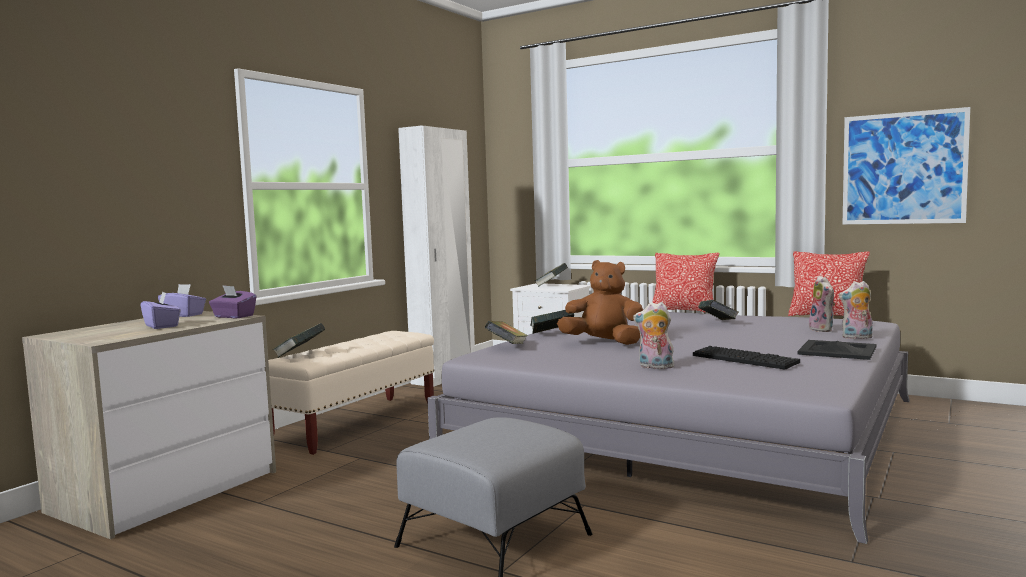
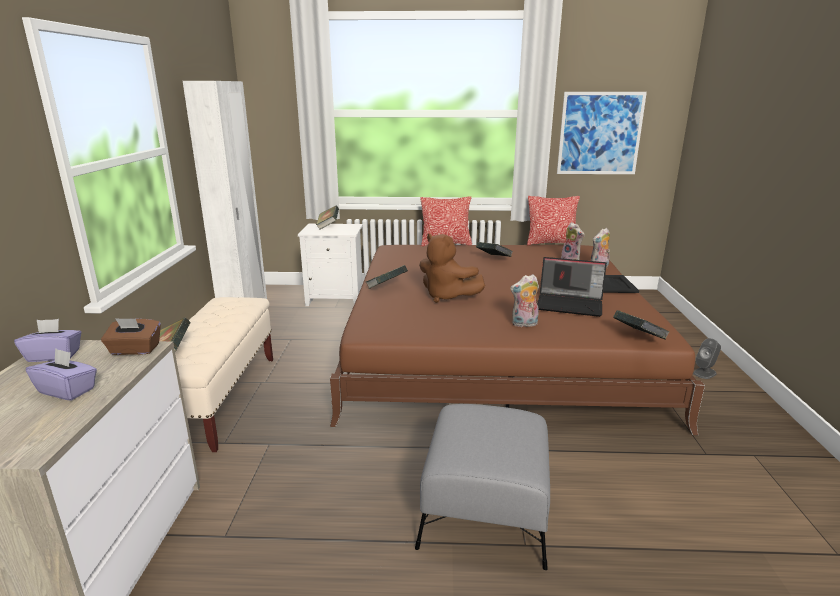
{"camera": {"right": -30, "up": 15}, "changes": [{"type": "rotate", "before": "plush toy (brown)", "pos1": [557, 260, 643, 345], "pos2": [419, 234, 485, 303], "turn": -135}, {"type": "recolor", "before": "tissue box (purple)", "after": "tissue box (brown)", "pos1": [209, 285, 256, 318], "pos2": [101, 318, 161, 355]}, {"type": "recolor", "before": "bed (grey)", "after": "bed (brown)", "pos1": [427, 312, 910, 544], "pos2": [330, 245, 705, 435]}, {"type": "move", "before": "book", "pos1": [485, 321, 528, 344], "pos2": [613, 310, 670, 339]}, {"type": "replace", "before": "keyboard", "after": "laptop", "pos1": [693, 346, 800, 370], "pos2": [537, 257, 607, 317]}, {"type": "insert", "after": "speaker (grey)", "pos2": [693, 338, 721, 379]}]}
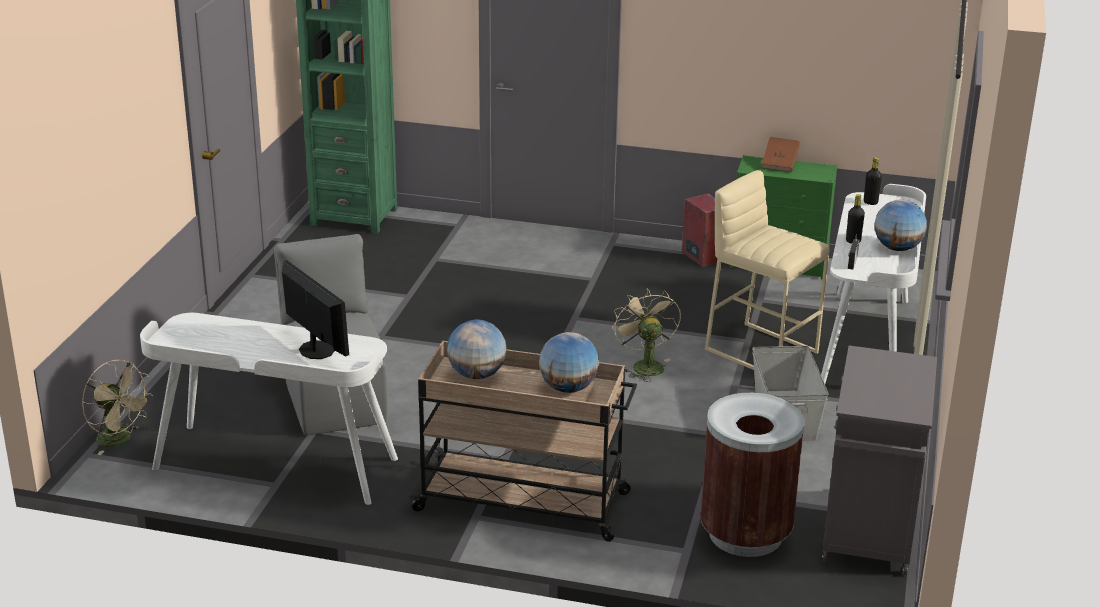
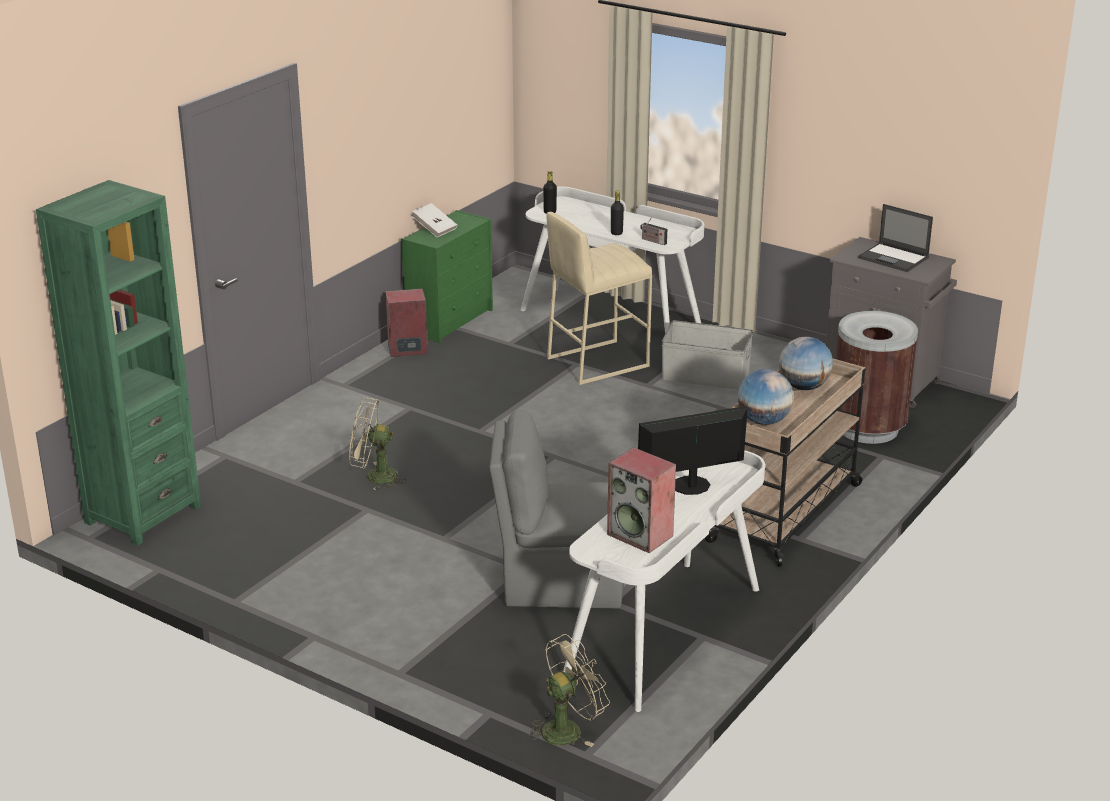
{"camera": {"right": -70, "up": 0}, "changes": [{"type": "recolor", "before": "book (brown)", "after": "book (white)", "pos1": [762, 137, 800, 172], "pos2": [411, 203, 457, 237]}, {"type": "delete", "before": "globe", "pos1": [874, 200, 927, 251]}, {"type": "move", "before": "fan (beige)", "pos1": [612, 288, 681, 382], "pos2": [349, 398, 406, 490]}, {"type": "insert", "after": "laptop", "pos2": [858, 204, 933, 272]}, {"type": "insert", "after": "speaker", "pos2": [607, 447, 676, 553]}]}
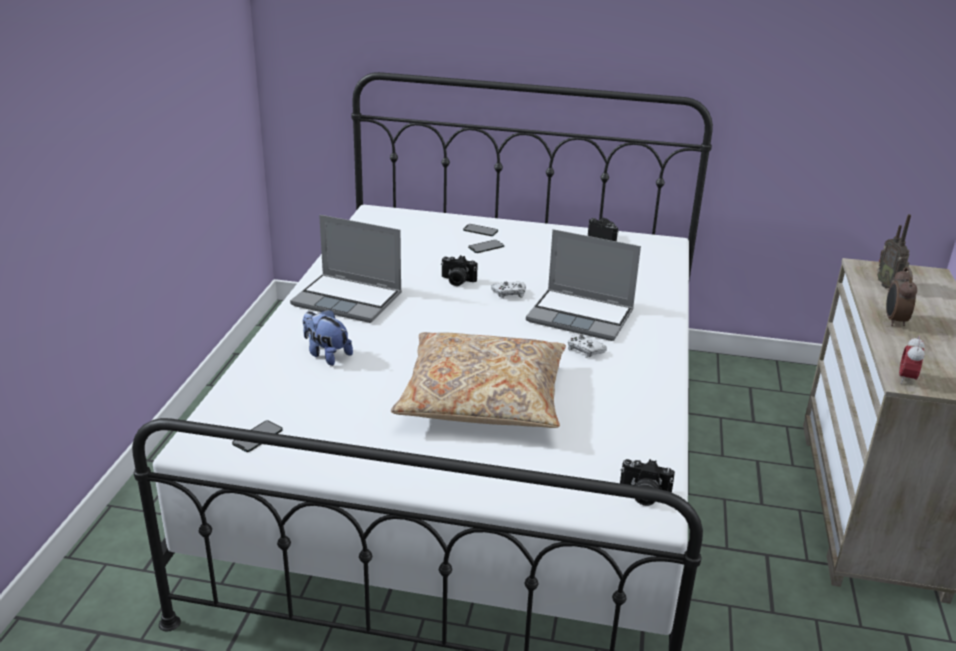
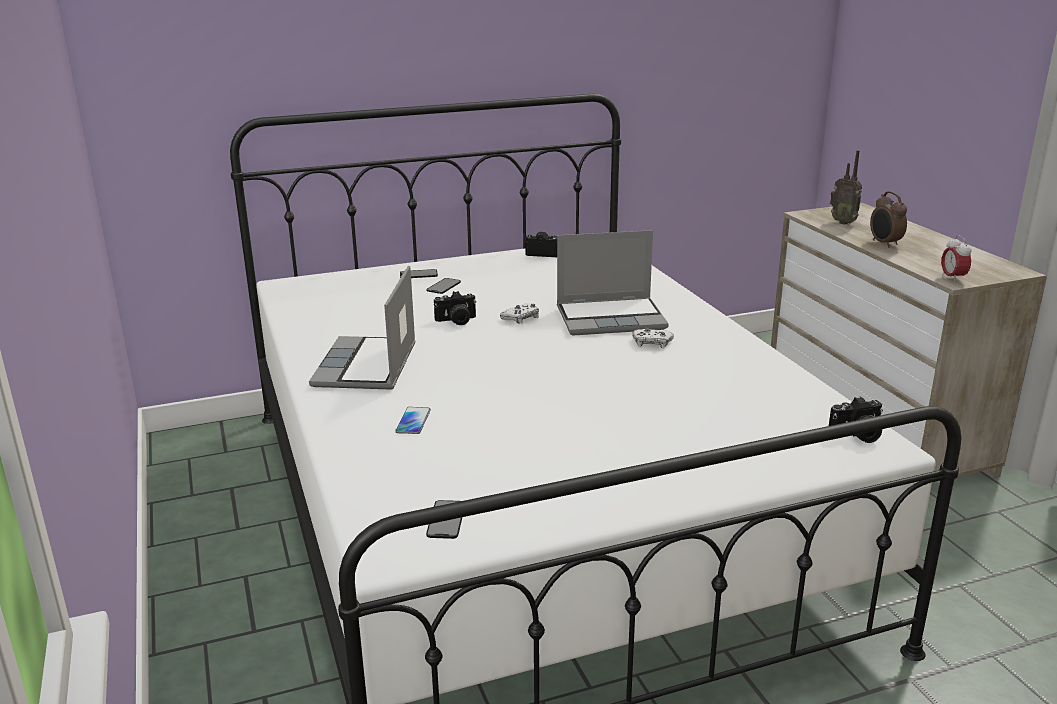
{"camera": {"right": -30, "up": -5}, "changes": [{"type": "rotate", "before": "laptop", "pos1": [290, 215, 402, 323], "pos2": [309, 266, 416, 390], "turn": 105}, {"type": "replace", "before": "plush toy", "after": "phone", "pos1": [303, 309, 353, 366], "pos2": [395, 407, 431, 434]}, {"type": "delete", "before": "pillow (beige)", "pos1": [391, 332, 566, 428]}]}
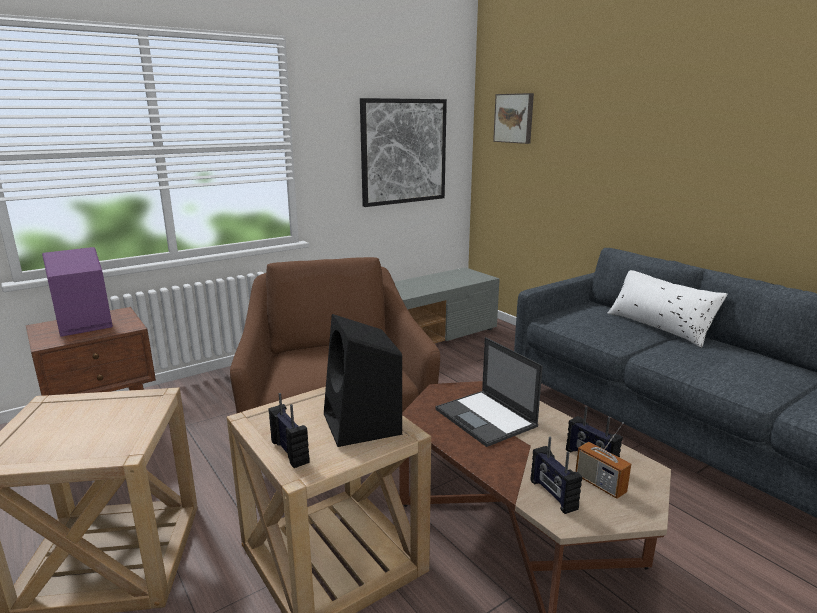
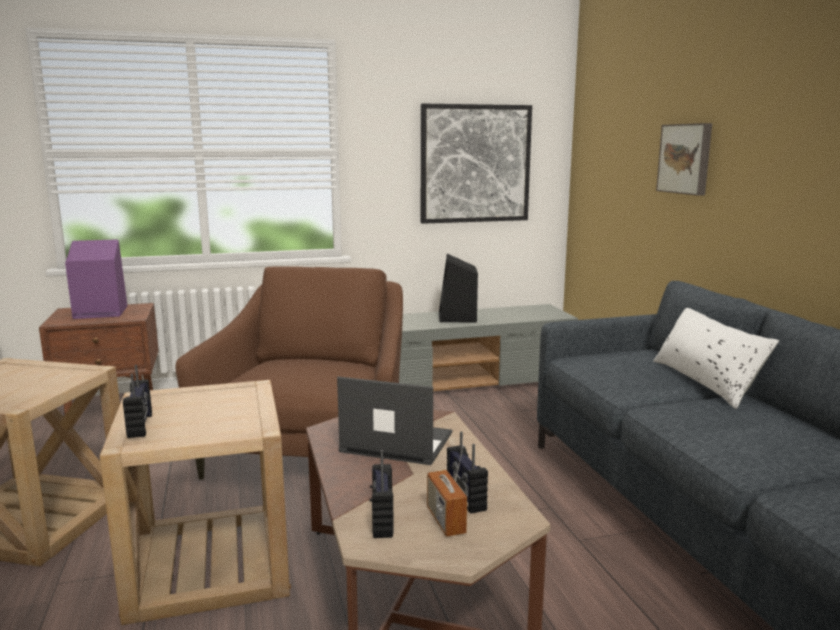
{"camera": {"right": 20, "up": -5}, "changes": [{"type": "move", "before": "picture", "pos1": [493, 93, 534, 144], "pos2": [656, 123, 712, 196]}, {"type": "move", "before": "speaker (black)", "pos1": [324, 314, 402, 447], "pos2": [439, 254, 478, 322]}, {"type": "rotate", "before": "laptop", "pos1": [435, 337, 543, 447], "pos2": [337, 376, 452, 465], "turn": 120}]}
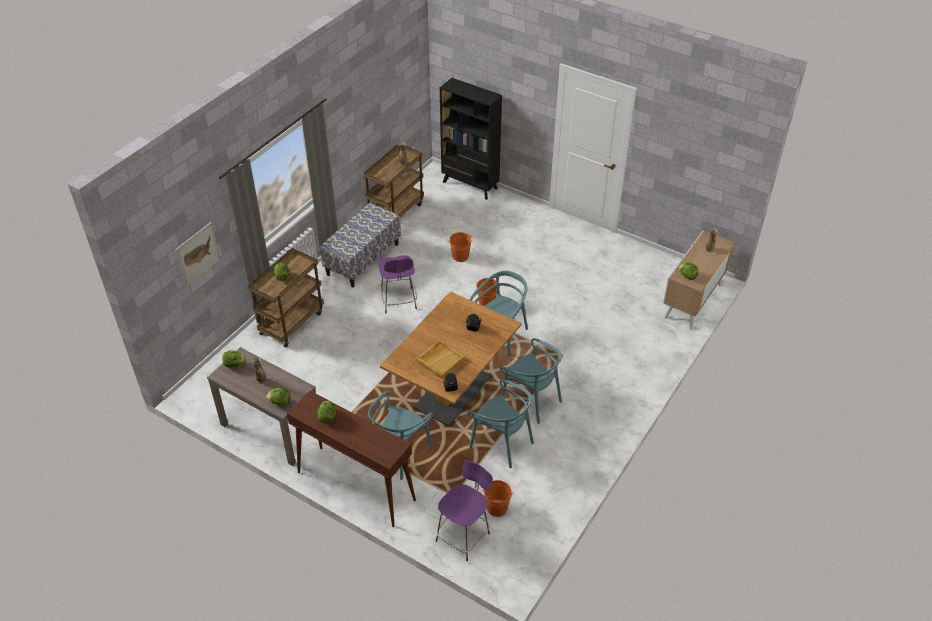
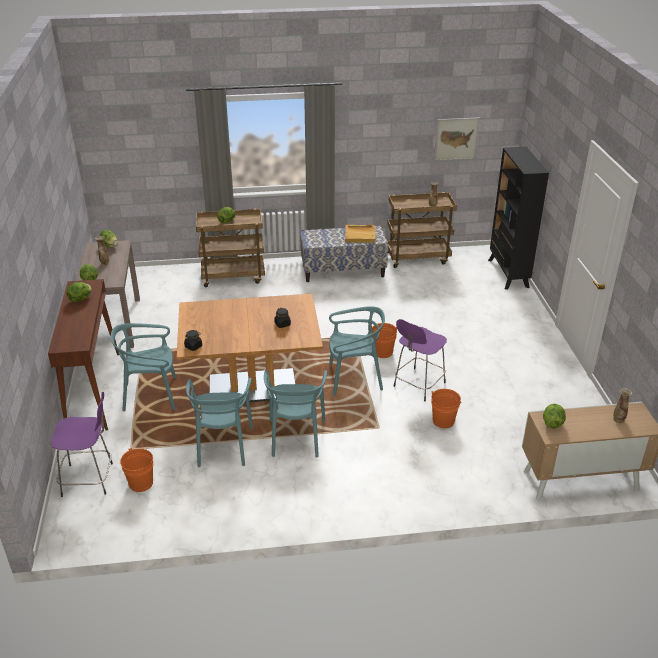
{"camera": {"right": 50, "up": -10}, "changes": [{"type": "move", "before": "picture", "pos1": [175, 222, 220, 287], "pos2": [434, 117, 480, 161]}, {"type": "move", "before": "bucket (orange)", "pos1": [449, 232, 472, 262], "pos2": [431, 389, 462, 428]}, {"type": "move", "before": "stool (purple)", "pos1": [379, 255, 417, 313], "pos2": [394, 319, 447, 401]}, {"type": "move", "before": "tray (beige)", "pos1": [416, 340, 465, 379], "pos2": [345, 225, 375, 243]}]}
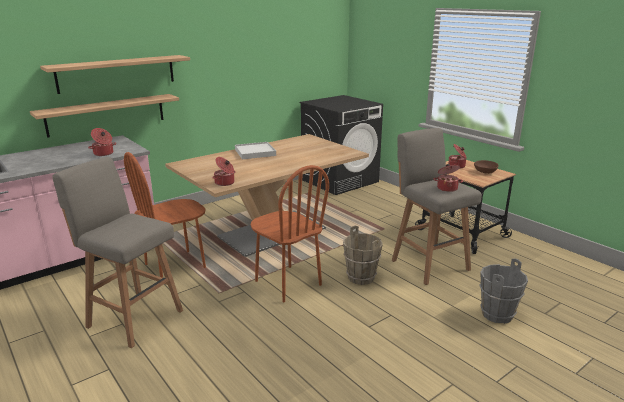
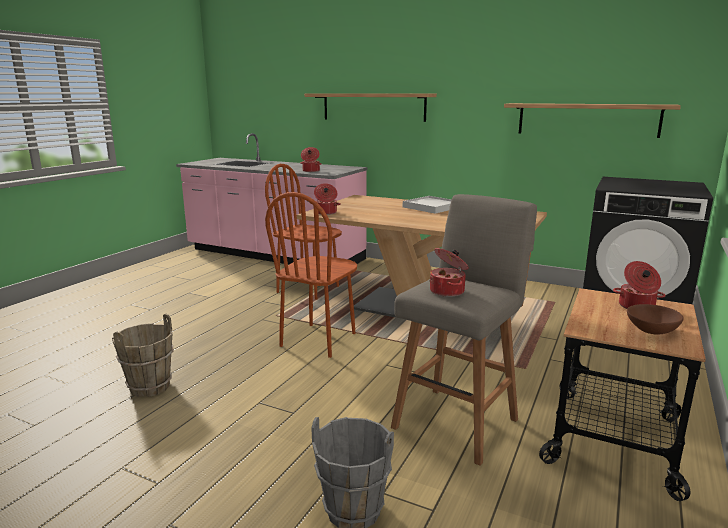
{"camera": {"right": 65, "up": -5}, "changes": [{"type": "move", "before": "shelf", "pos1": [30, 94, 179, 138], "pos2": [504, 103, 681, 138]}, {"type": "delete", "before": "stool (grey)", "pos1": [52, 157, 183, 348]}, {"type": "move", "before": "bucket (brown)", "pos1": [343, 226, 383, 285], "pos2": [112, 314, 173, 397]}]}
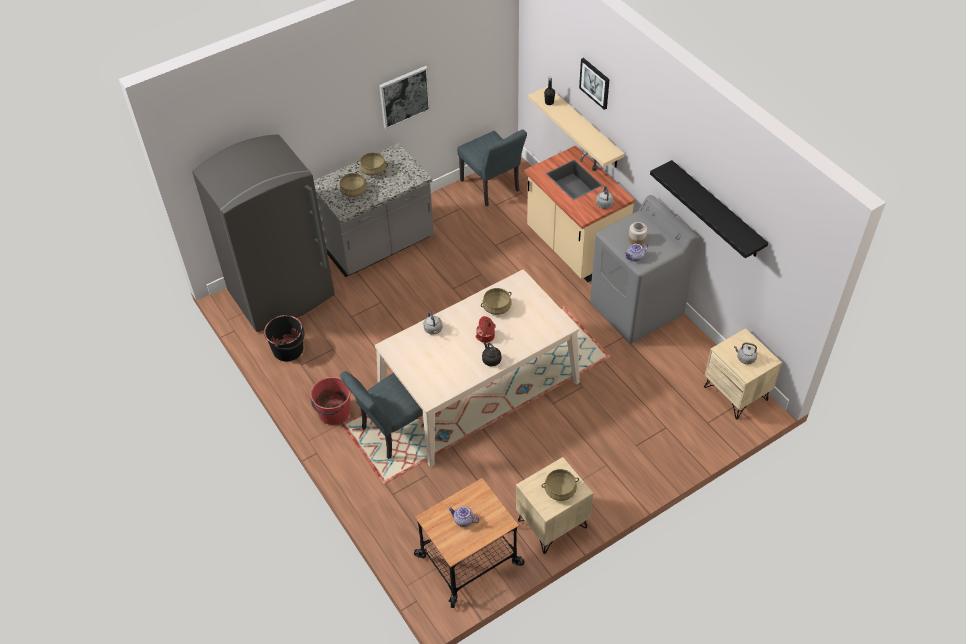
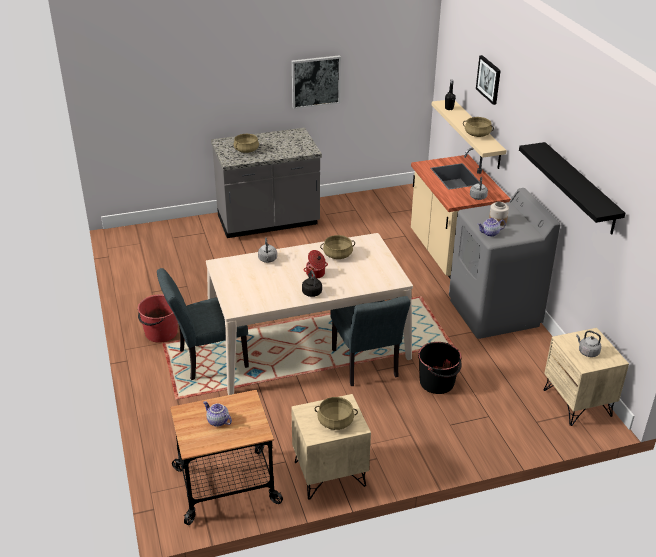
{"camera": {"right": 15, "up": -15}, "changes": [{"type": "move", "before": "chair (grey)", "pos1": [457, 129, 527, 206], "pos2": [330, 296, 410, 386]}, {"type": "delete", "before": "fridge (grey)", "pos1": [192, 134, 335, 332]}, {"type": "move", "before": "cooking pot (beige)", "pos1": [357, 152, 388, 176], "pos2": [463, 117, 494, 137]}, {"type": "move", "before": "bucket (black)", "pos1": [264, 315, 305, 362], "pos2": [418, 342, 462, 394]}]}
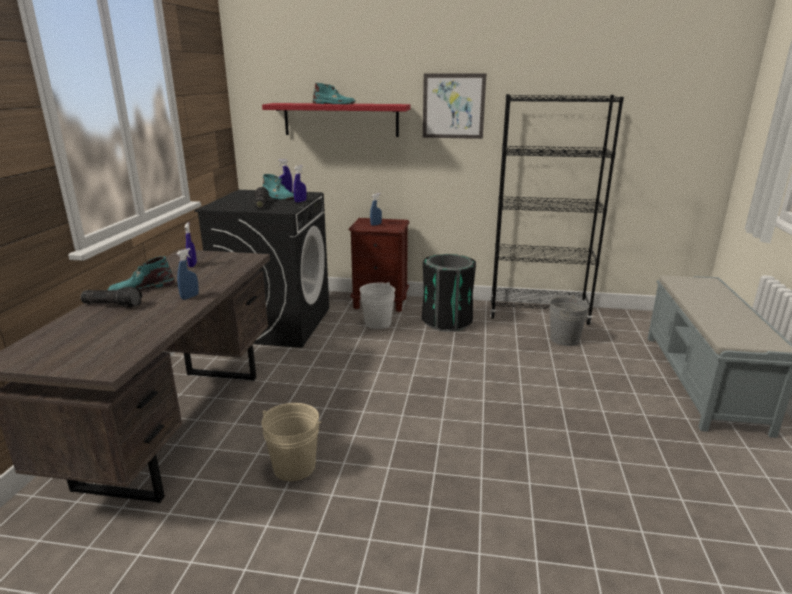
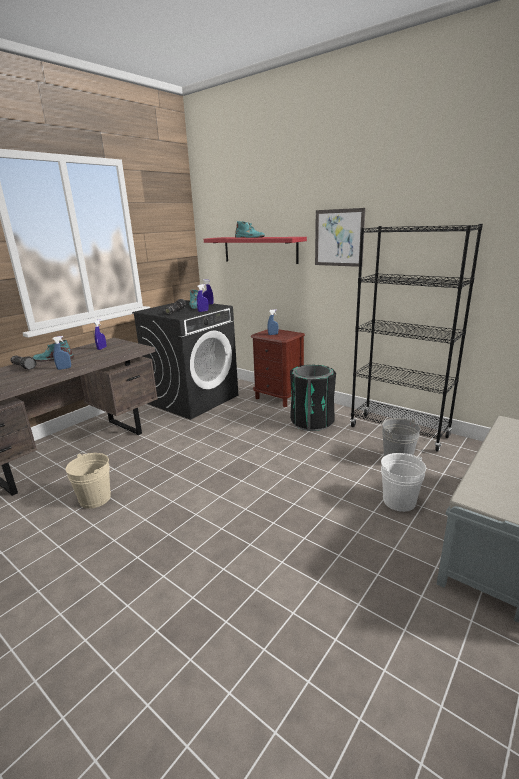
{"camera": {"right": 30, "up": 0}, "changes": [{"type": "move", "before": "bucket (white)", "pos1": [359, 282, 395, 329], "pos2": [381, 453, 426, 512]}]}
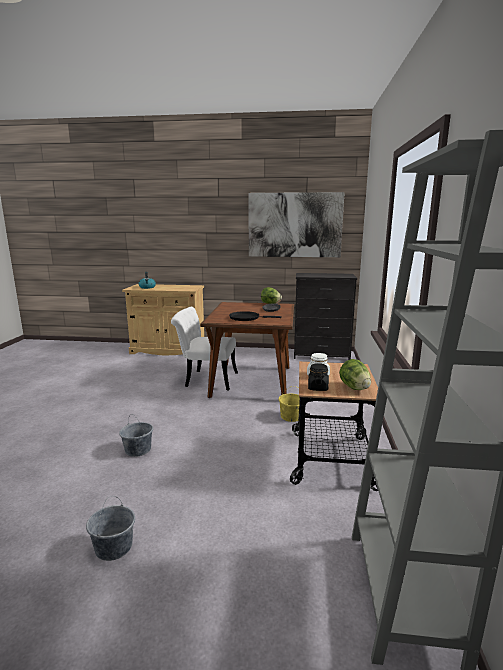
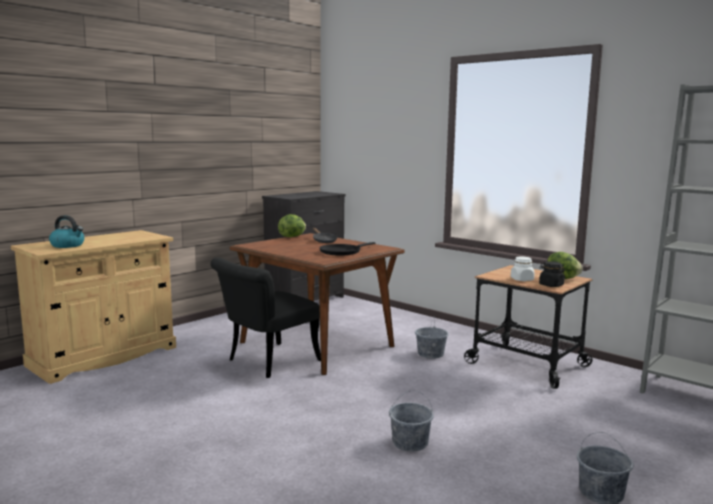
{"camera": {"right": -55, "up": -5}, "changes": [{"type": "delete", "before": "picture", "pos1": [249, 192, 345, 257]}, {"type": "recolor", "before": "chair (white)", "after": "chair (black)", "pos1": [171, 307, 238, 391], "pos2": [210, 257, 321, 378]}, {"type": "recolor", "before": "bucket (yellow)", "after": "bucket (grey)", "pos1": [279, 386, 300, 422], "pos2": [415, 316, 449, 359]}]}
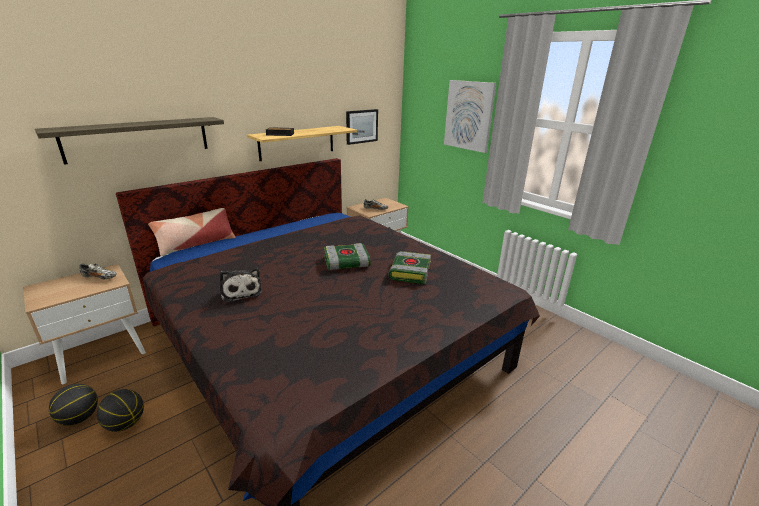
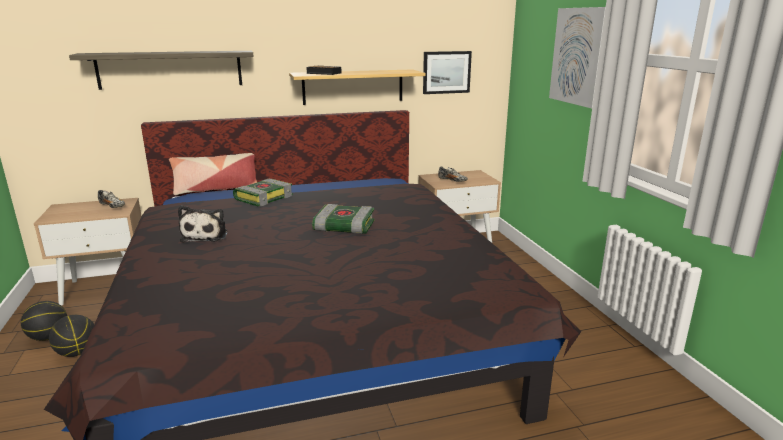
{"camera": {"right": 25, "up": -5}, "changes": [{"type": "move", "before": "book", "pos1": [388, 251, 431, 284], "pos2": [233, 179, 293, 207]}]}
